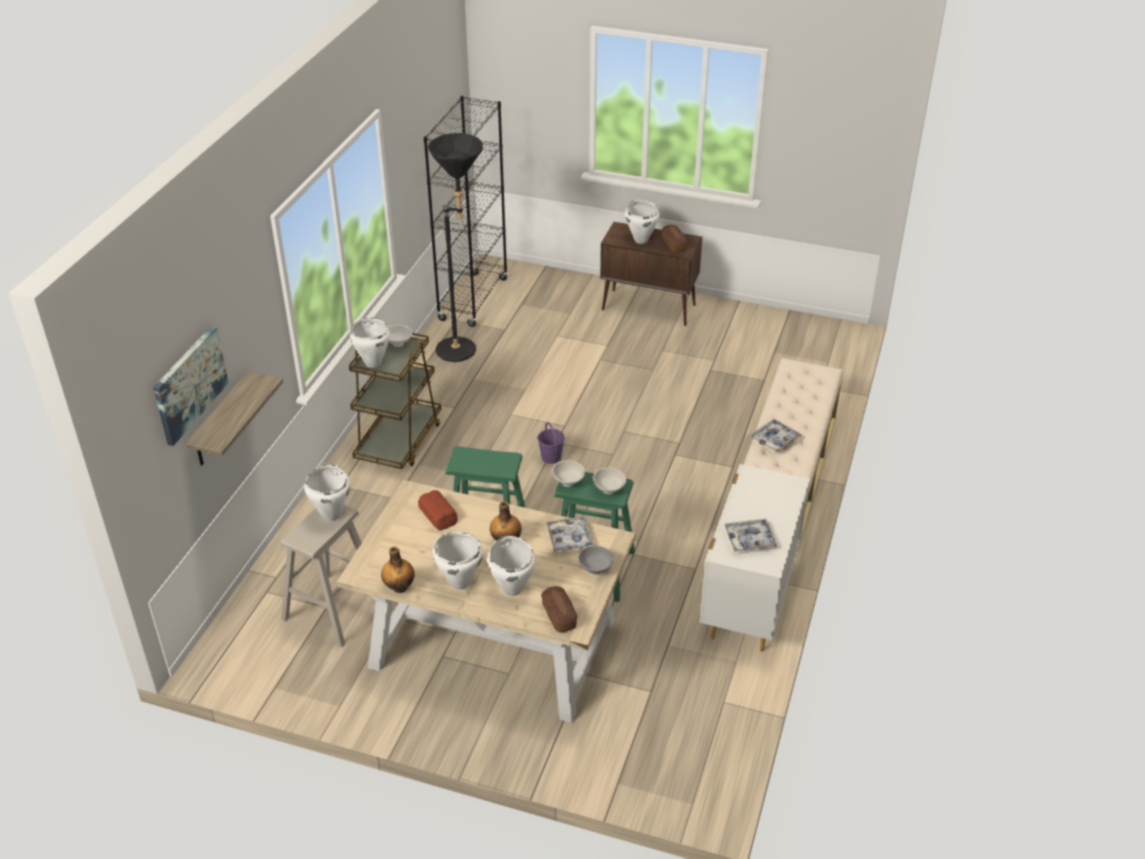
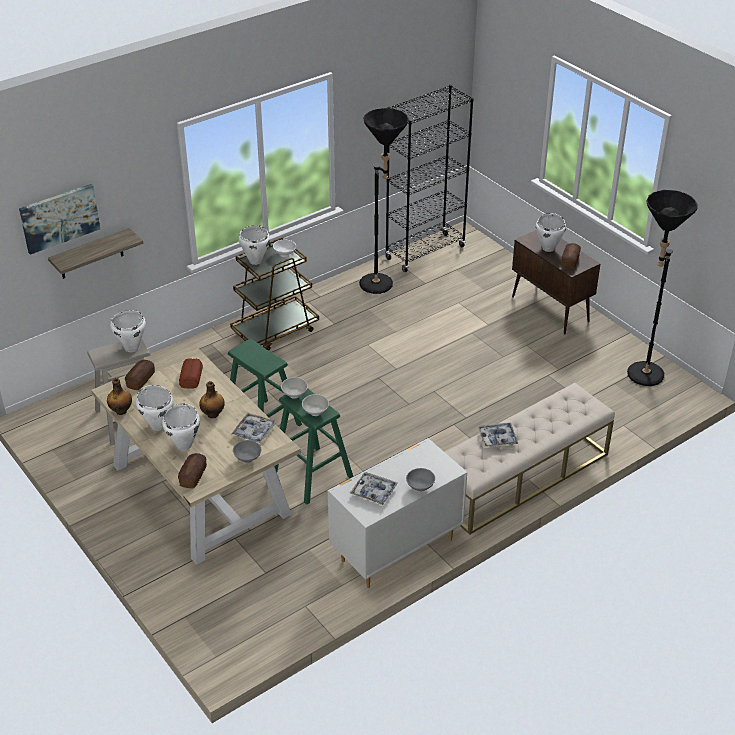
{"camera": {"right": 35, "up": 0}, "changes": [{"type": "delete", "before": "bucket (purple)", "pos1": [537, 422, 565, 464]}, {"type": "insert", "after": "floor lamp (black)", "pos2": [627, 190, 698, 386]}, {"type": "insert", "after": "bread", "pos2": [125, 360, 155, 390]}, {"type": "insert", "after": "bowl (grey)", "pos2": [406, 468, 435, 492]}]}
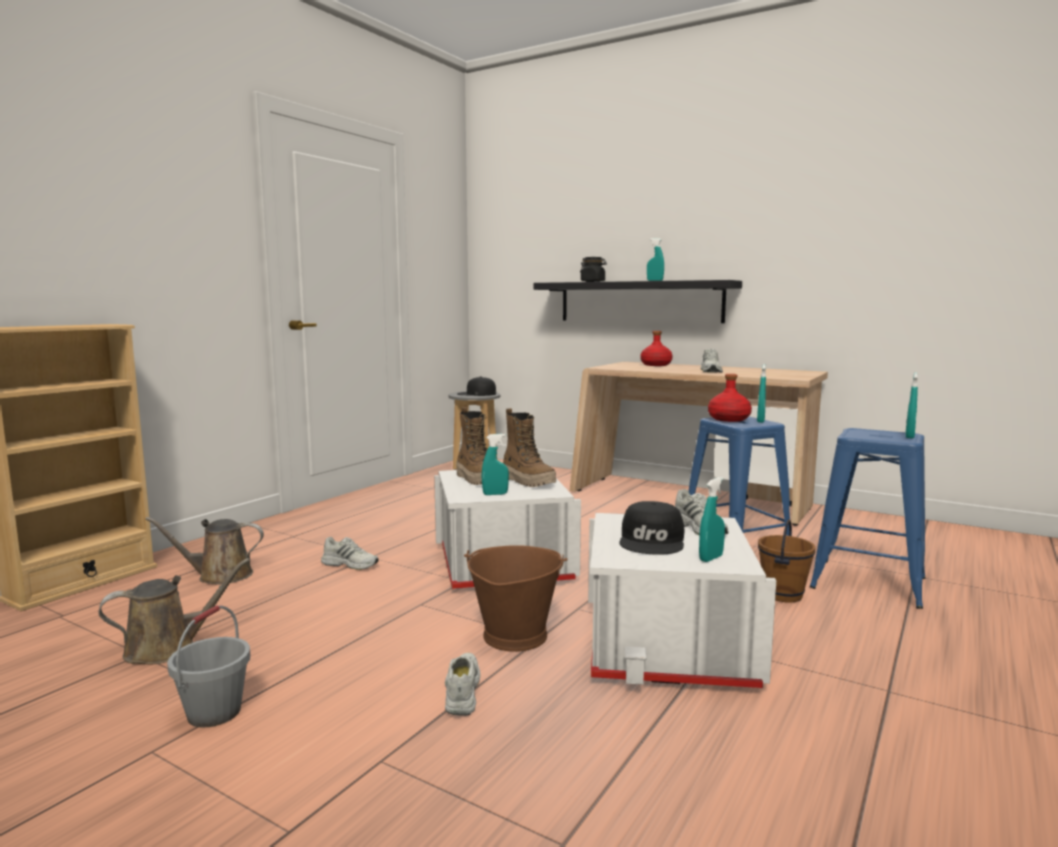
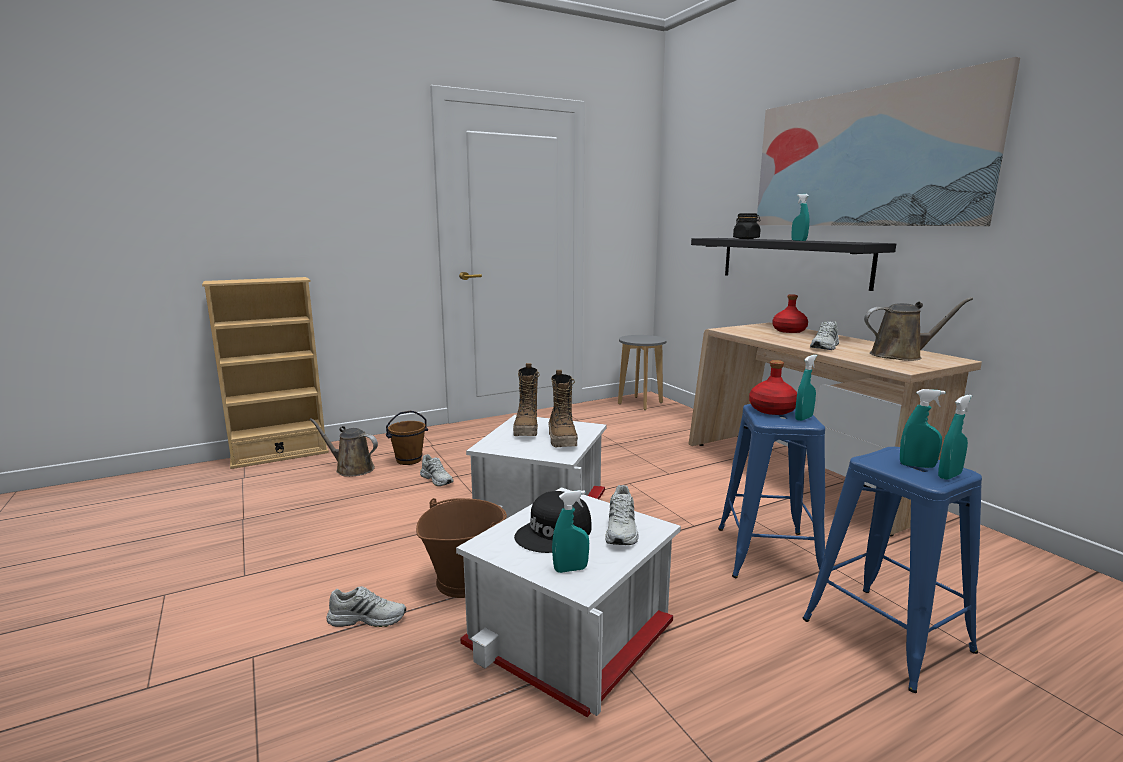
{"camera": {"right": 30, "up": 5}, "changes": [{"type": "delete", "before": "cap (black)", "pos1": [457, 377, 496, 396]}, {"type": "move", "before": "spray bottle (turquoise)", "pos1": [482, 434, 509, 495], "pos2": [900, 389, 946, 468]}, {"type": "move", "before": "bucket (brown)", "pos1": [758, 519, 816, 603], "pos2": [386, 411, 428, 465]}, {"type": "move", "before": "watering can (brown)", "pos1": [98, 558, 250, 665], "pos2": [864, 297, 973, 361]}, {"type": "delete", "before": "bucket (grey)", "pos1": [167, 605, 250, 728]}, {"type": "rotate", "before": "shoe (white)", "pos1": [445, 653, 481, 716], "pos2": [326, 586, 406, 627], "turn": 60}, {"type": "insert", "after": "picture", "pos2": [757, 57, 1020, 226]}]}
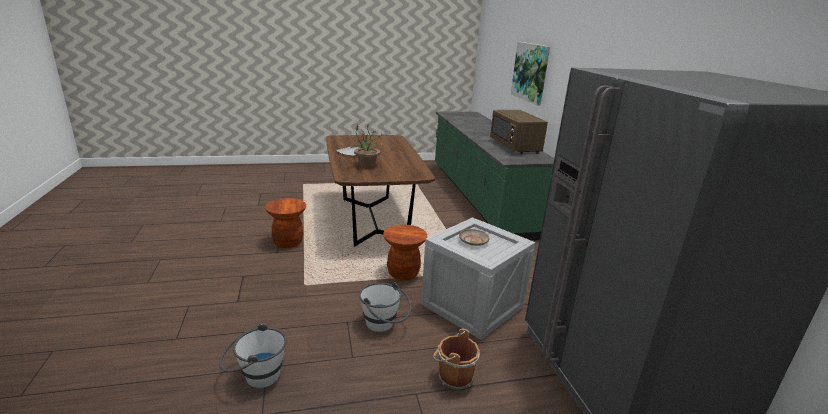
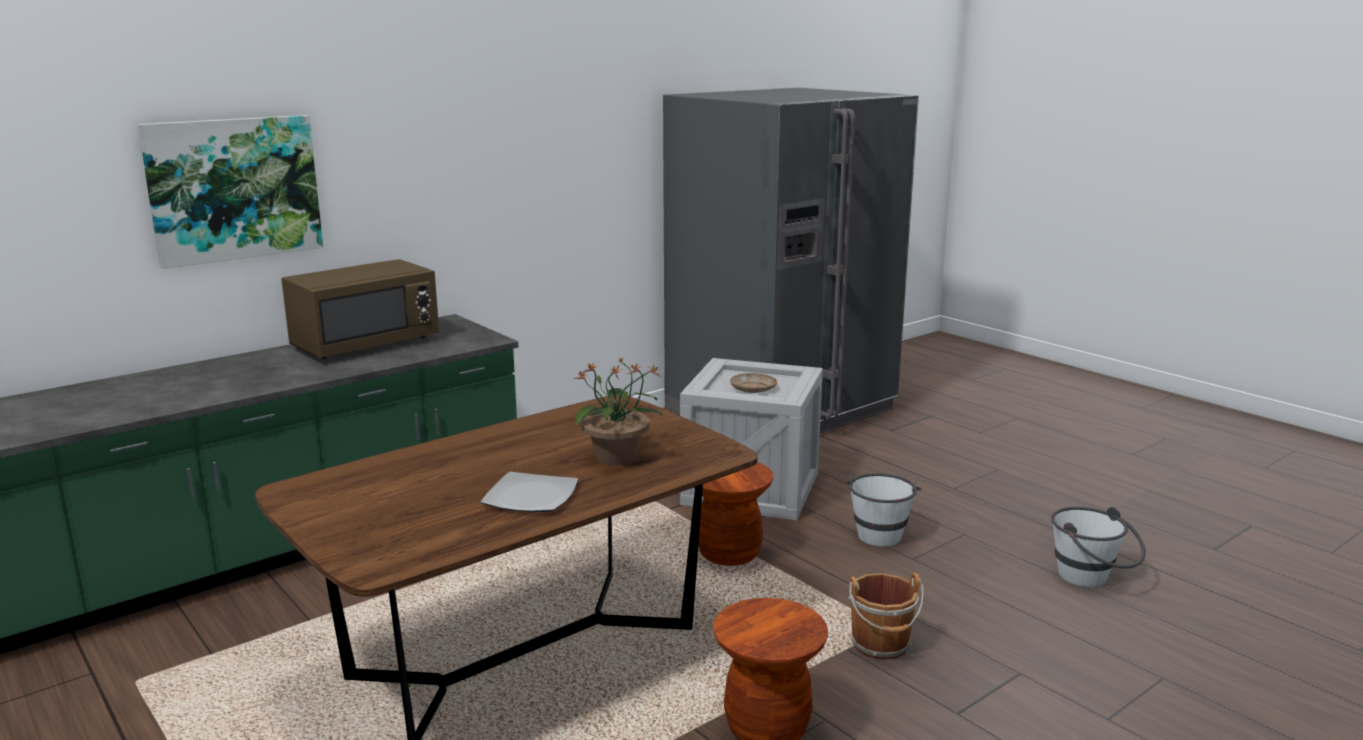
{"camera": {"right": -115, "up": -5}, "changes": [{"type": "move", "before": "bucket (brown)", "pos1": [433, 329, 480, 391], "pos2": [848, 572, 924, 660]}]}
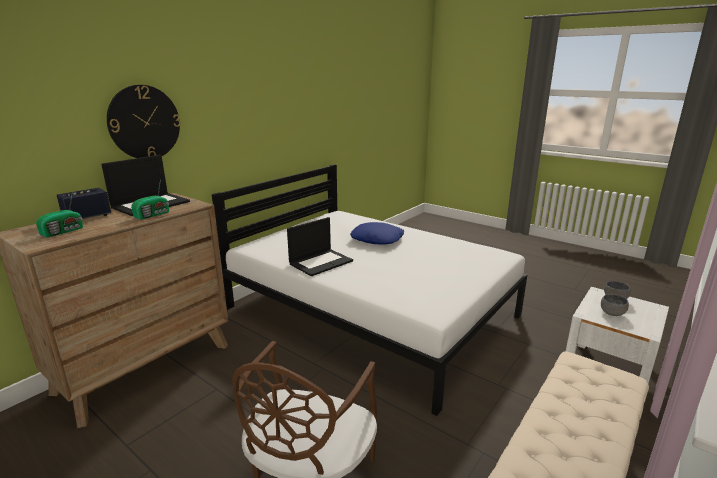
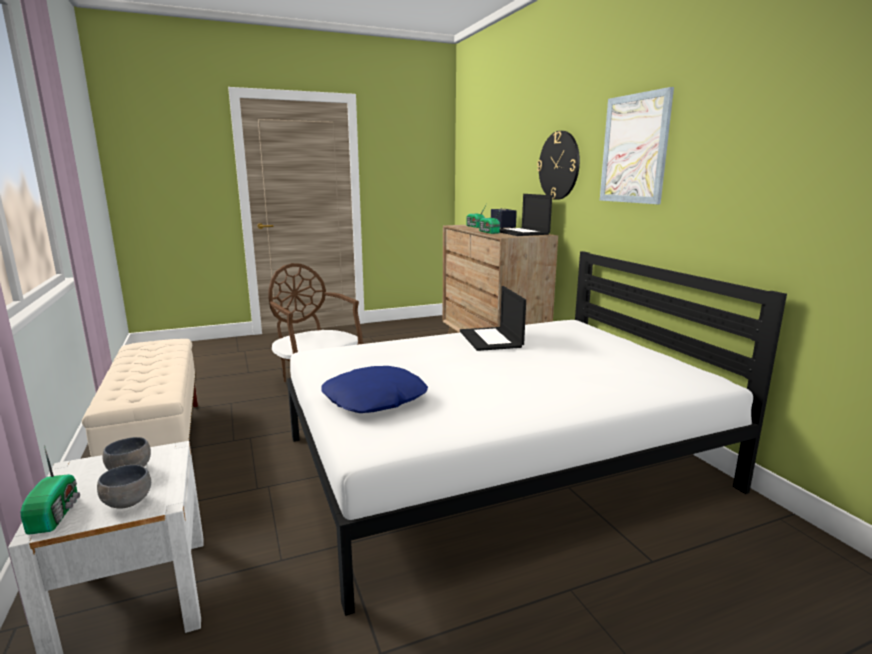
{"camera": {"right": 120, "up": -5}, "changes": [{"type": "move", "before": "pillow (blue)", "pos1": [350, 222, 404, 245], "pos2": [321, 366, 428, 413]}, {"type": "insert", "after": "picture", "pos2": [600, 87, 674, 204]}, {"type": "insert", "after": "radio", "pos2": [21, 445, 80, 535]}]}
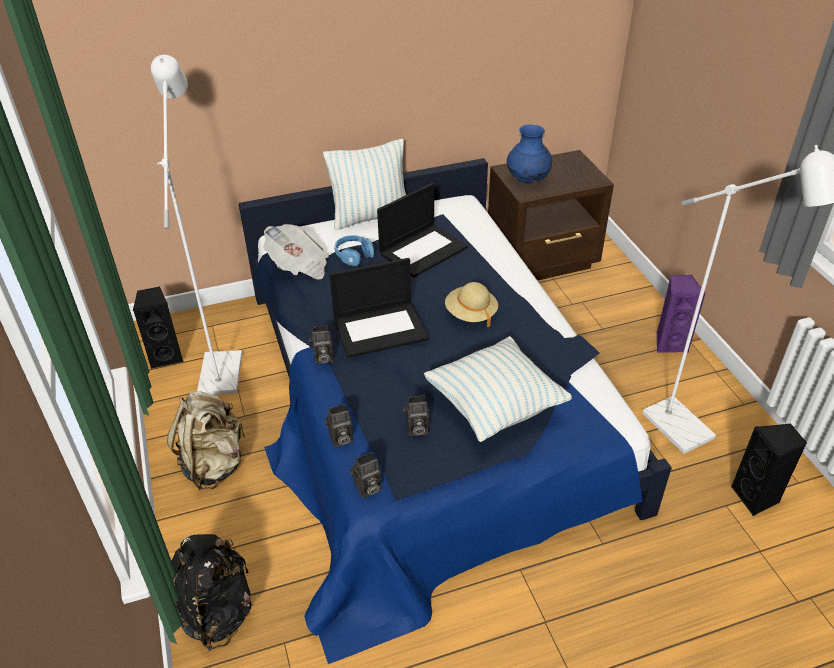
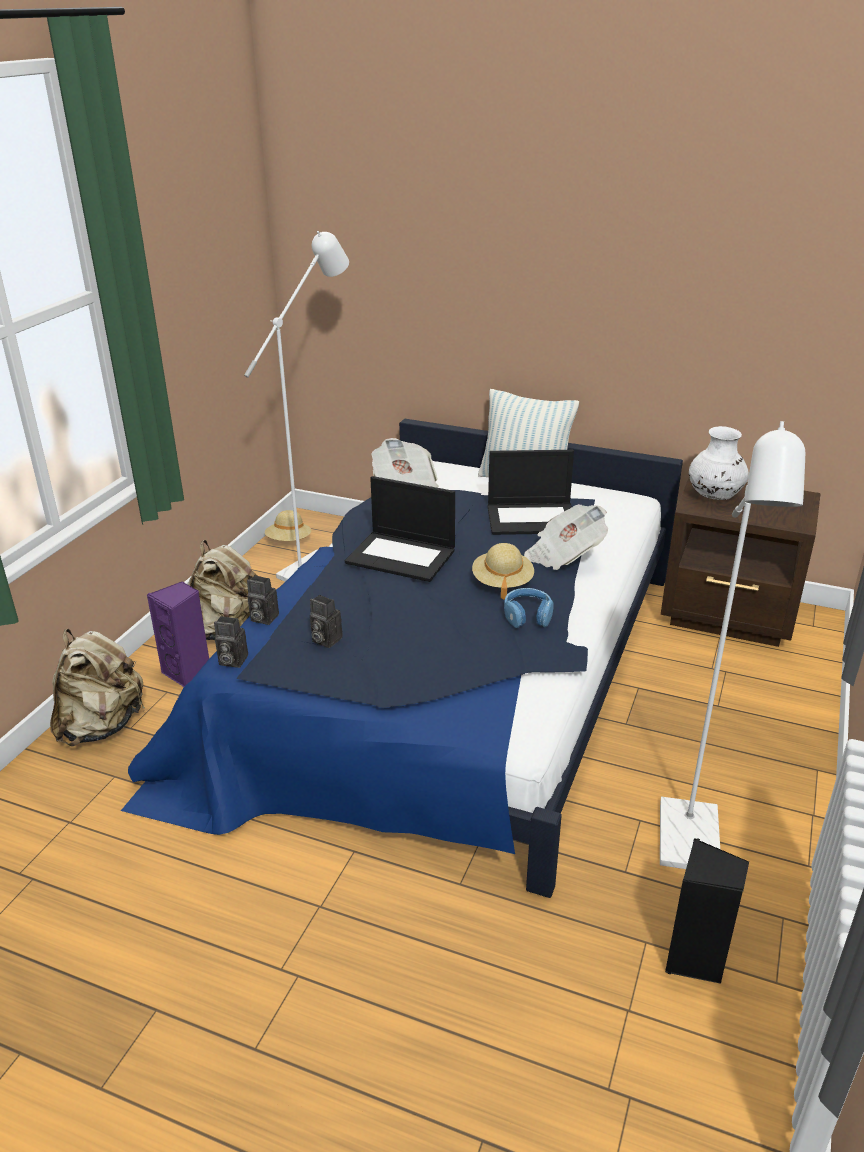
{"camera": {"right": 40, "up": -10}, "changes": [{"type": "recolor", "before": "vase (blue)", "after": "vase (white)", "pos1": [507, 125, 552, 183], "pos2": [689, 426, 749, 500]}, {"type": "move", "before": "headphones (blue)", "pos1": [334, 235, 374, 266], "pos2": [504, 588, 554, 628]}, {"type": "move", "before": "speaker (purple)", "pos1": [656, 275, 706, 353], "pos2": [147, 581, 209, 687]}, {"type": "replace", "before": "speaker (black)", "after": "hat (beige)", "pos1": [133, 287, 184, 369], "pos2": [265, 510, 312, 541]}, {"type": "delete", "before": "photo camera", "pos1": [309, 325, 334, 364]}, {"type": "delete", "before": "pillow", "pos1": [424, 336, 572, 442]}, {"type": "recolor", "before": "backpack (black)", "after": "backpack (beige)", "pos1": [172, 534, 252, 651], "pos2": [50, 629, 145, 746]}, {"type": "insert", "after": "newspaper", "pos2": [524, 504, 608, 570]}]}
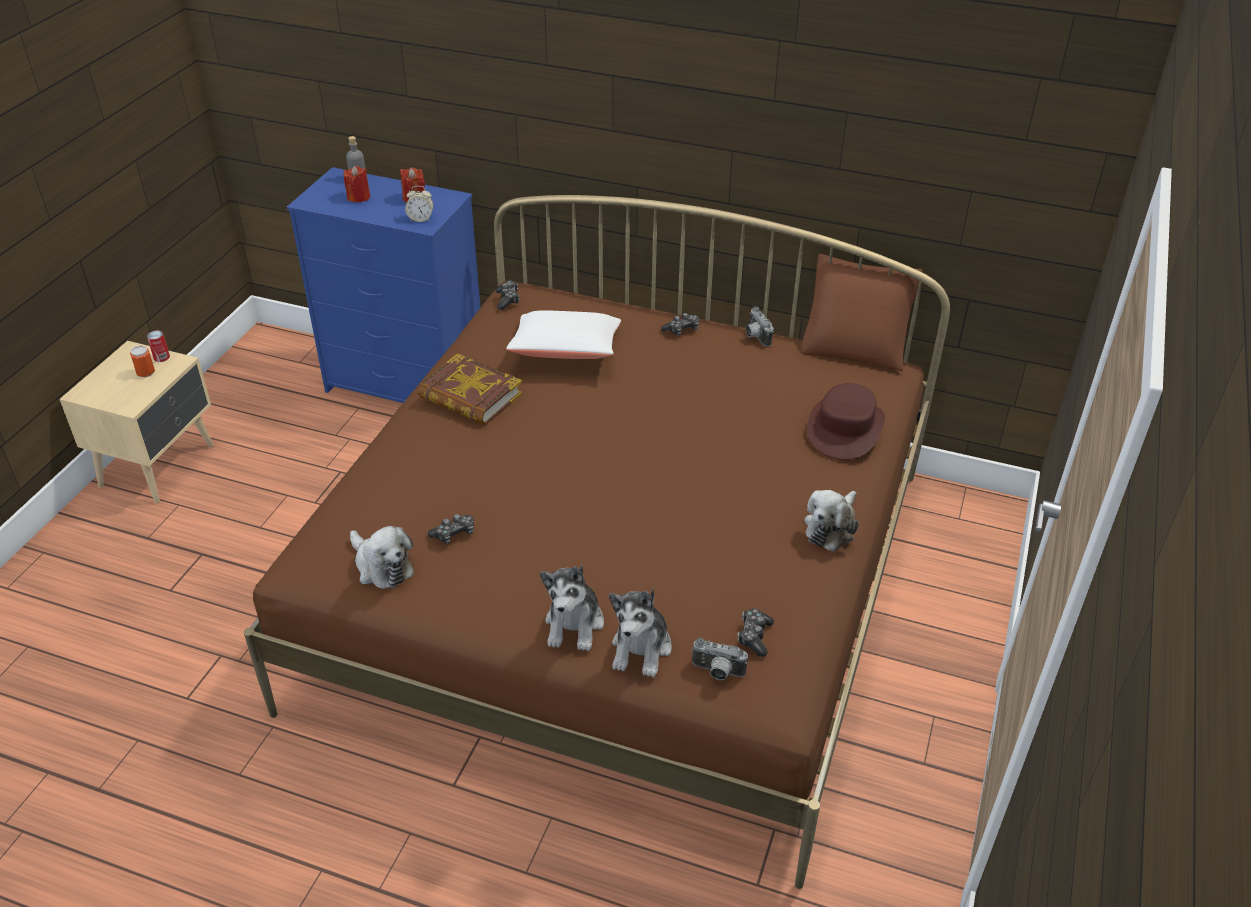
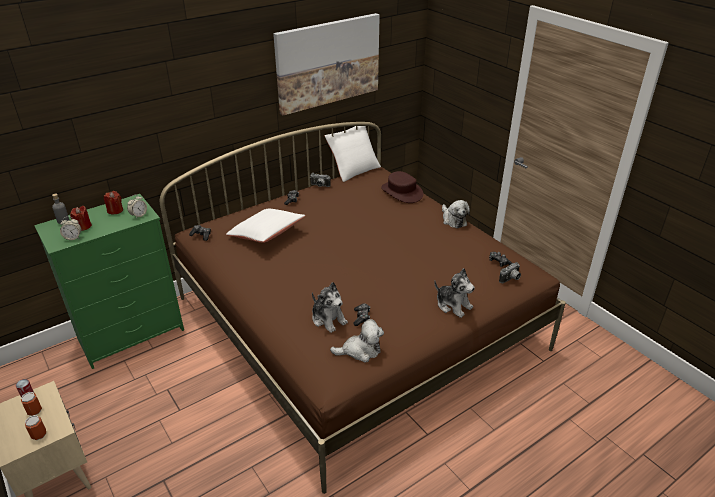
{"camera": {"right": -55, "up": -5}, "changes": [{"type": "recolor", "before": "dresser (blue)", "after": "dresser (green)", "pos1": [287, 167, 481, 403], "pos2": [34, 194, 184, 369]}, {"type": "recolor", "before": "pillow (brown)", "after": "pillow (white)", "pos1": [800, 254, 923, 371], "pos2": [325, 126, 381, 182]}, {"type": "delete", "before": "book", "pos1": [418, 353, 522, 425]}, {"type": "move", "before": "plush toy", "pos1": [609, 588, 672, 678], "pos2": [312, 282, 348, 333]}, {"type": "insert", "after": "picture", "pos2": [273, 13, 380, 115]}, {"type": "insert", "after": "alarm clock", "pos2": [60, 217, 81, 240]}, {"type": "insert", "after": "can", "pos2": [25, 415, 46, 440]}]}
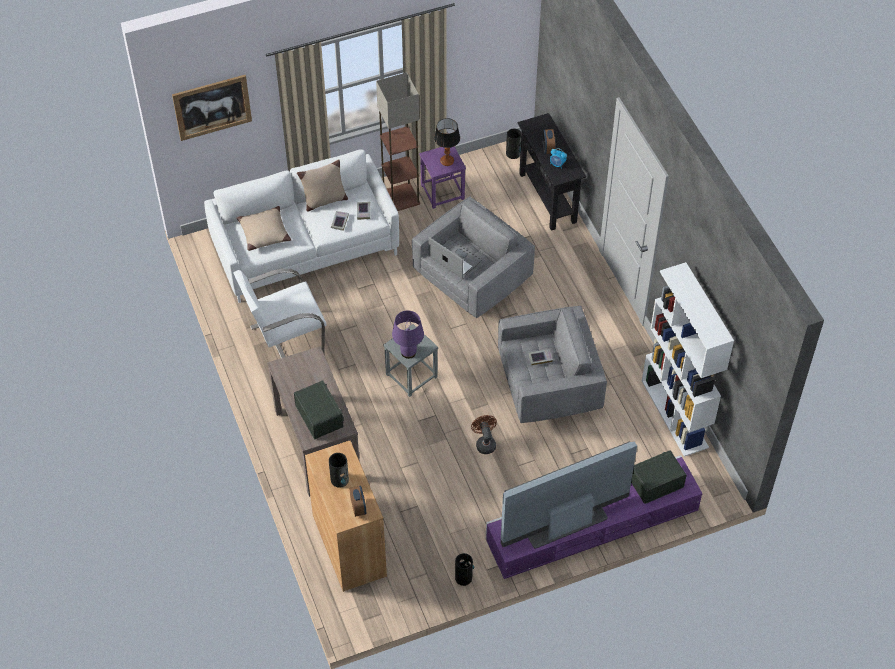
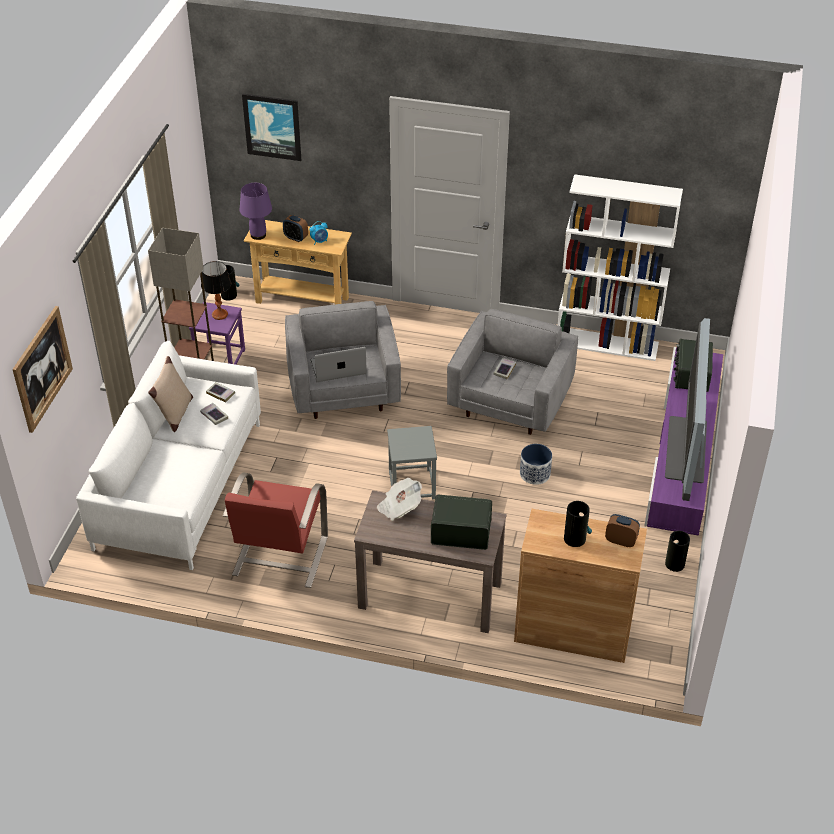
{"camera": {"right": -55, "up": -10}, "changes": [{"type": "recolor", "before": "console table (black)", "after": "console table (beige)", "pos1": [518, 113, 586, 231], "pos2": [244, 220, 352, 304]}, {"type": "delete", "before": "pillow (beige)", "pos1": [236, 206, 291, 251]}, {"type": "recolor", "before": "armchair (white)", "after": "armchair (red)", "pos1": [233, 268, 327, 358], "pos2": [223, 472, 328, 588]}, {"type": "move", "before": "table lamp (purple)", "pos1": [392, 310, 424, 359], "pos2": [240, 183, 272, 240]}, {"type": "replace", "before": "fan (brown)", "after": "planter", "pos1": [471, 415, 497, 454], "pos2": [520, 444, 552, 485]}, {"type": "insert", "after": "picture", "pos2": [242, 94, 301, 161]}, {"type": "insert", "after": "newspaper", "pos2": [377, 478, 422, 521]}]}
